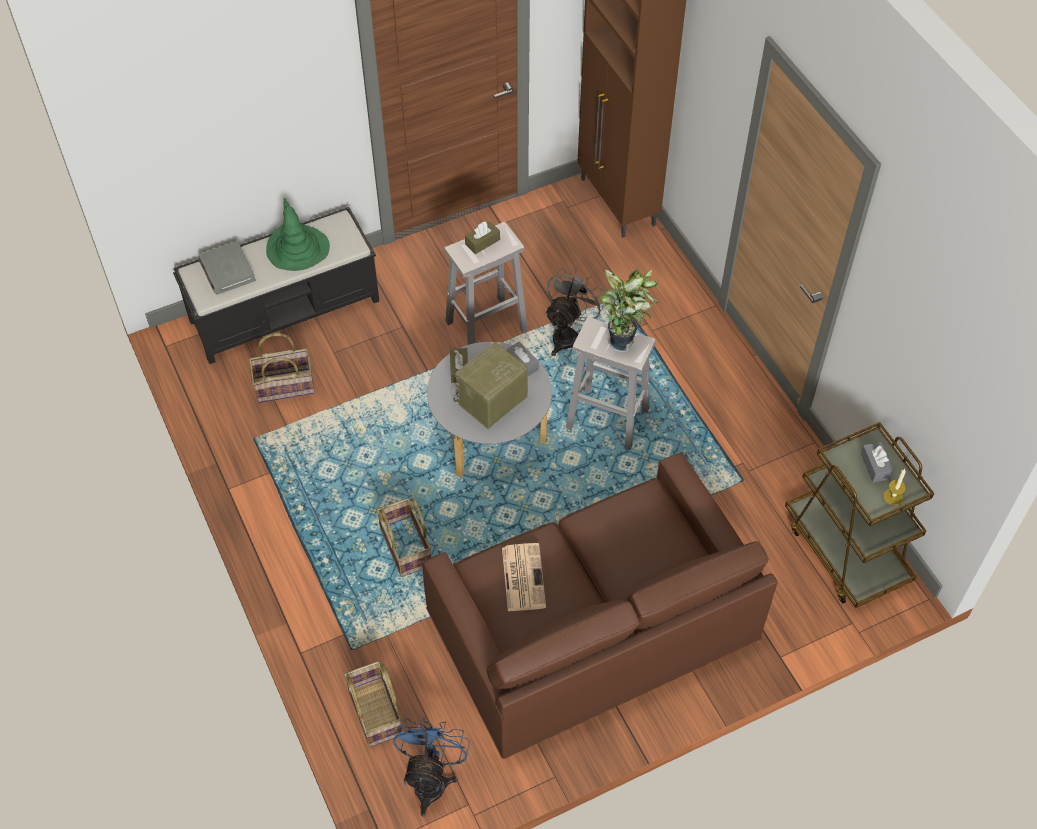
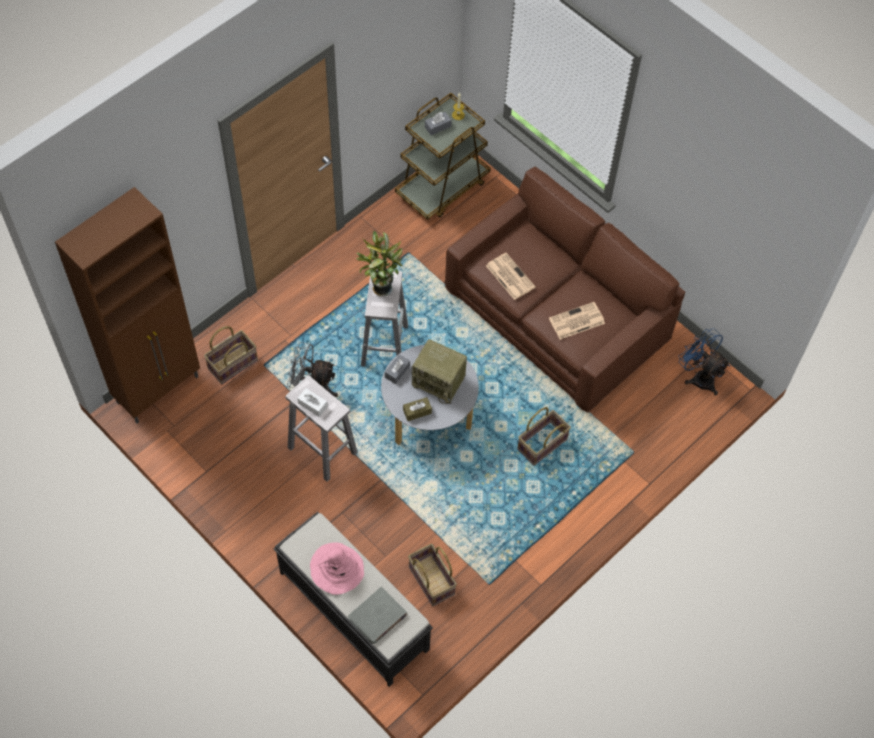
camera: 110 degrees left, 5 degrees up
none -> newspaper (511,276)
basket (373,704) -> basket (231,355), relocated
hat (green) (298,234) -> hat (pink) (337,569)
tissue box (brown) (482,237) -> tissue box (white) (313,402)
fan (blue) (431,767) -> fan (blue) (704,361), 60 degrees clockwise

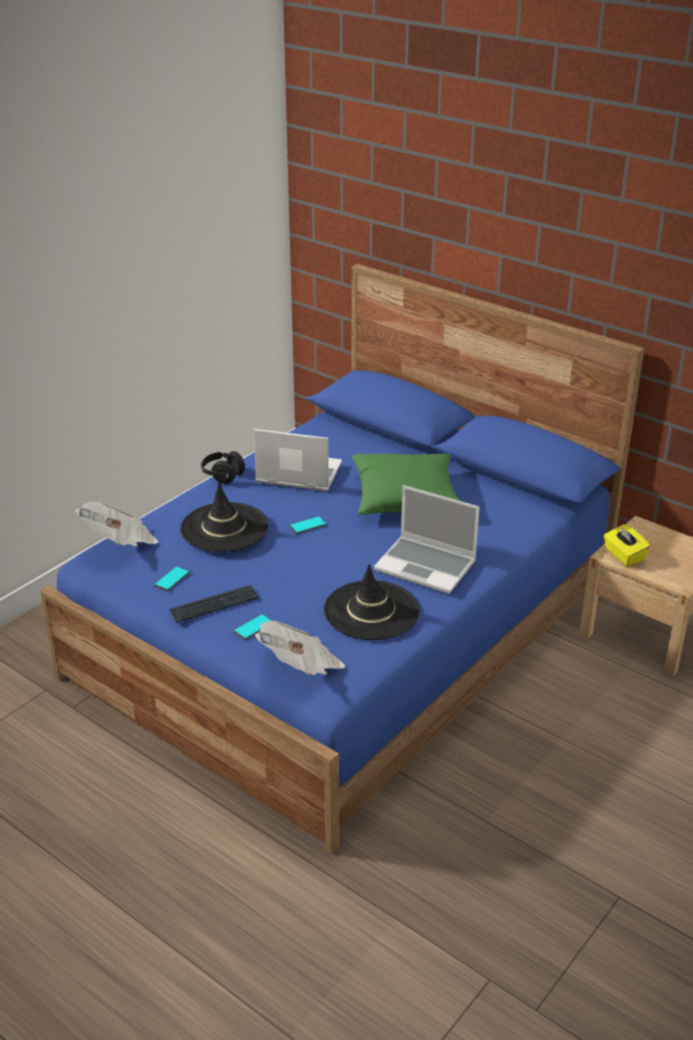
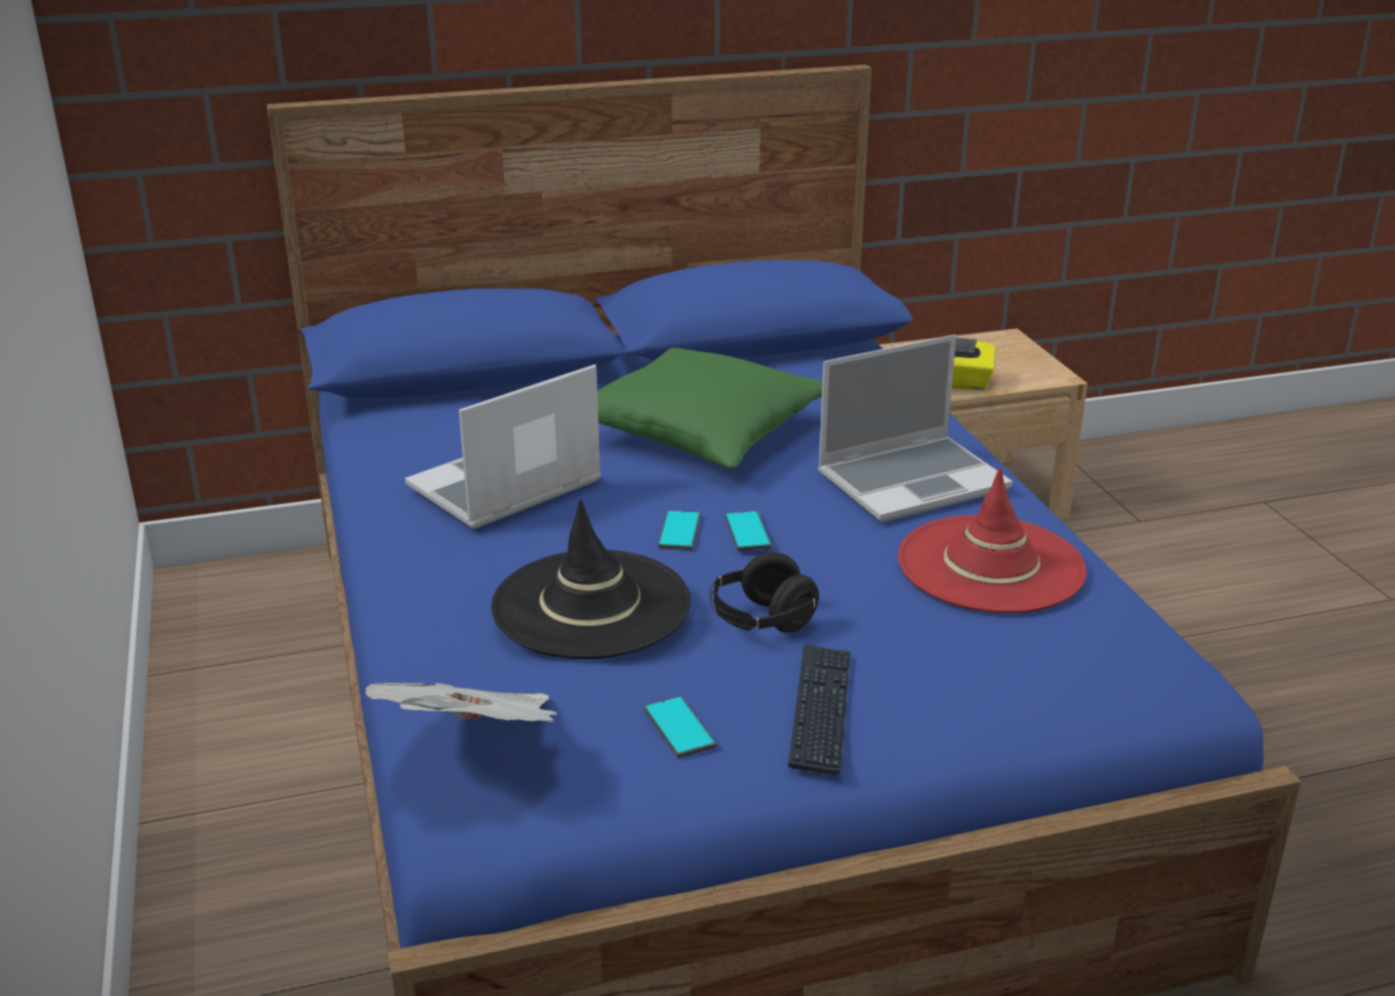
camera: 55 degrees left, 5 degrees down
newspaper (300,648) -> none
headphones (black) (223,467) -> headphones (black) (764,592), relocated
phone (252,627) -> phone (748,531), relocated
hat (black) (371,602) -> hat (red) (992,540)

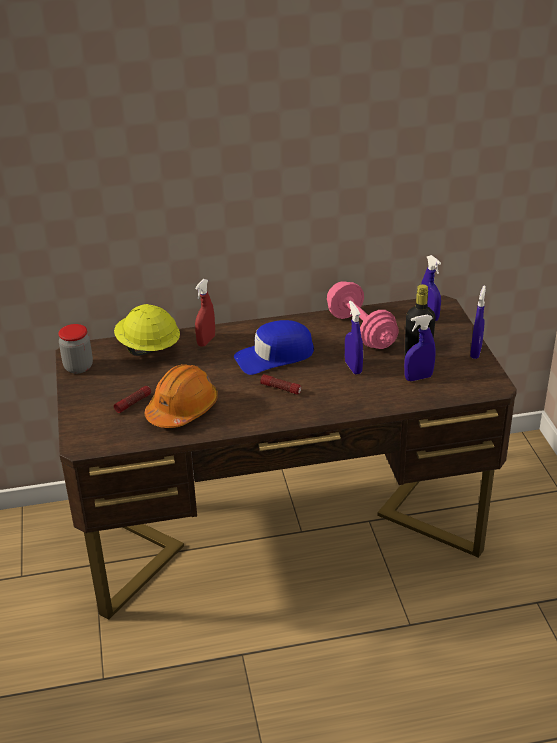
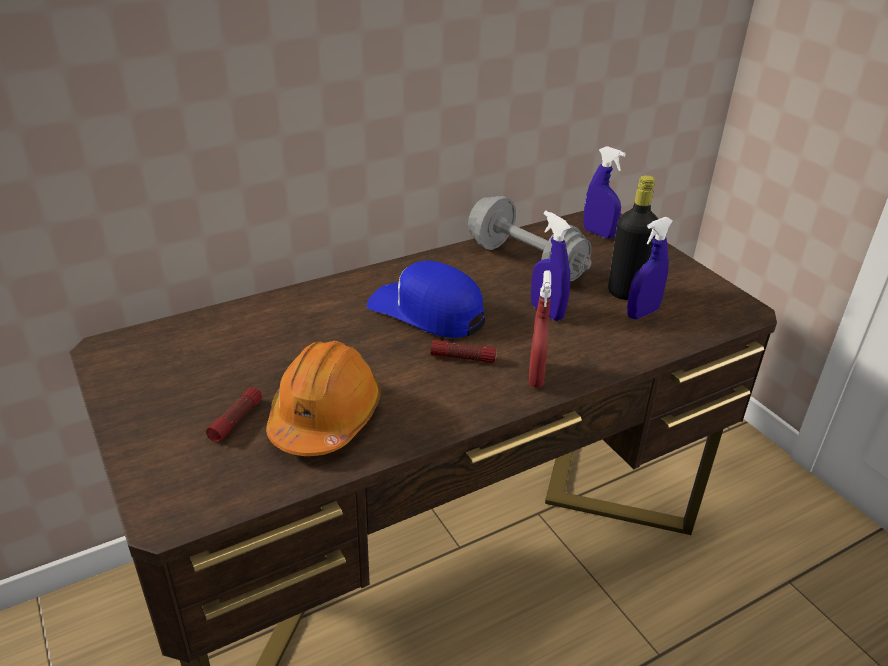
camera: 20 degrees left, 0 degrees up
jar (75,349) -> none
hard hat (yellow) (147,330) -> none
spray bottle (blue) (478,322) -> none
spray bottle (red) (205,313) -> spray bottle (red) (540,329), relocated
dumbbell (pink) (363,315) -> dumbbell (grey) (530,238)
cap (blue) (274,347) -> cap (blue) (426,299), 75 degrees clockwise

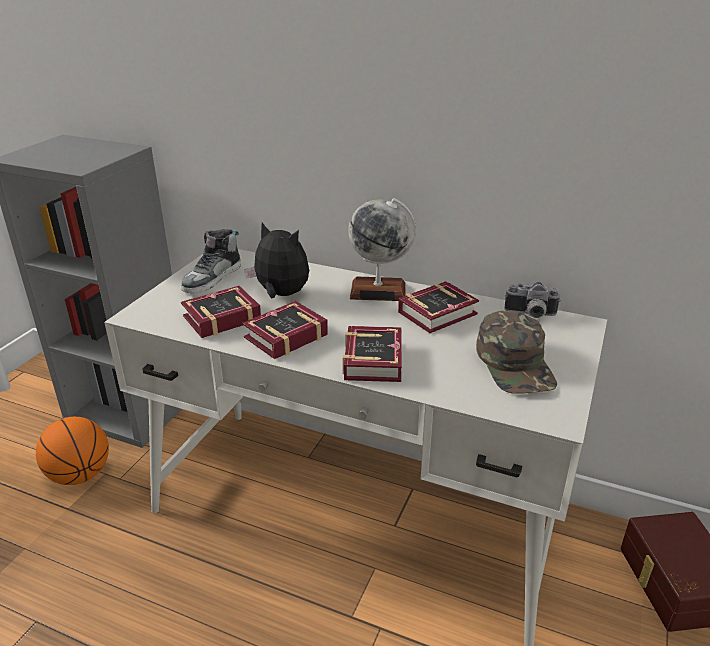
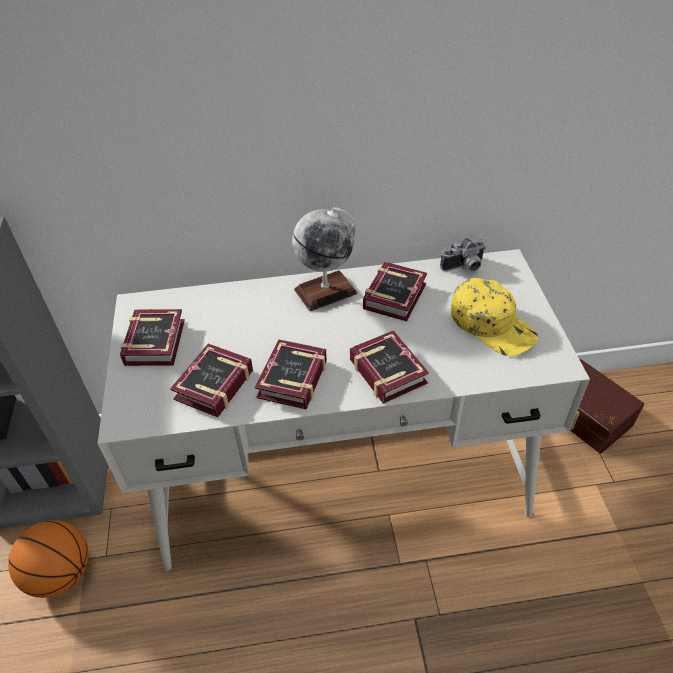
camera: 30 degrees left, 15 degrees up
plush toy (276,260) -> none
shoe (211,261) -> book (152,337)
cap (green) (516,352) -> cap (yellow) (495,317)

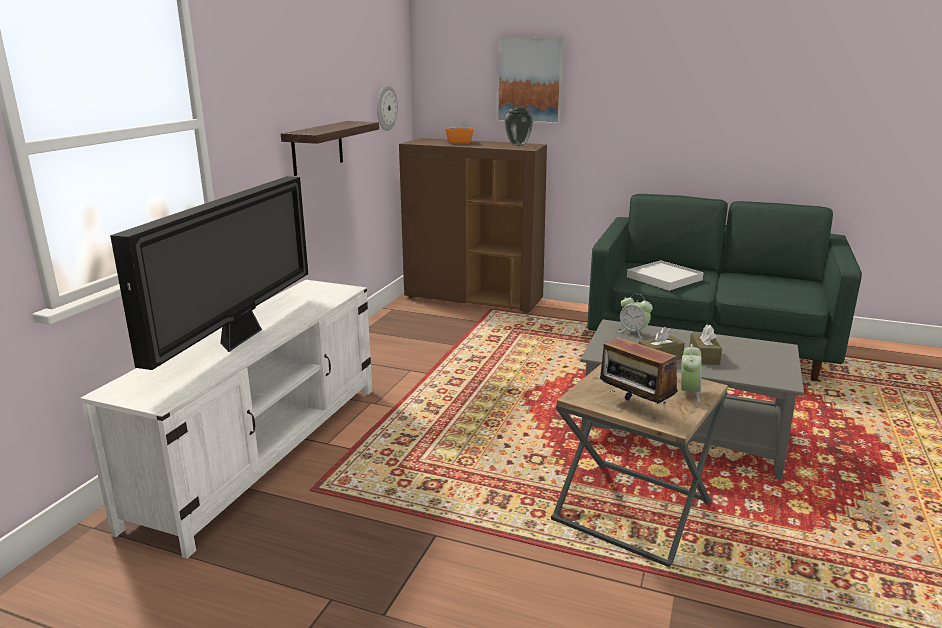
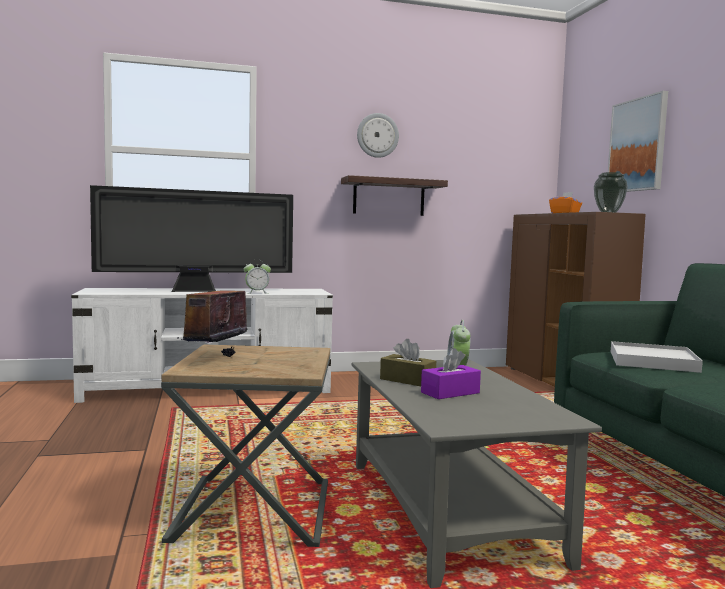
camera: 55 degrees right, 15 degrees down
wall clock (387,108) -> wall clock (378,135), relocated
alarm clock (691,373) -> alarm clock (257,277), relocated
tissue box (brown) (705,345) -> tissue box (purple) (451,373)

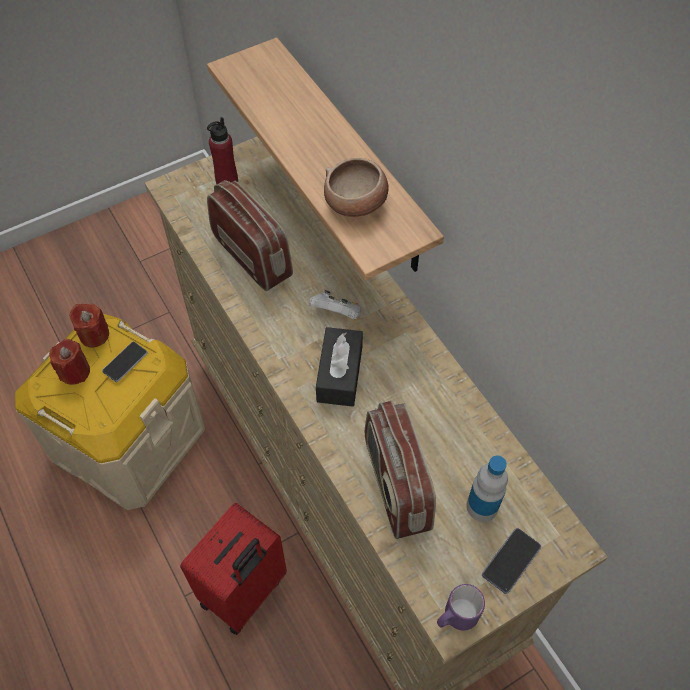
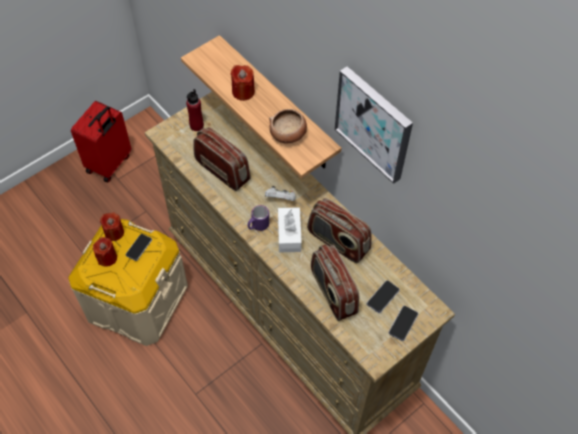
camera: 10 degrees left, 0 degrees up
none -> candle (red) (243,83)
none -> radio (339,230)
none -> picture (374,125)
suitcase (red) (233,569) -> suitcase (red) (101,141), relocated
mug (purple) (461,607) -> mug (purple) (258,218), relocated
bottle (487,489) -> phone (383,296)
tissue box (black) (339,367) -> tissue box (white) (290,229)

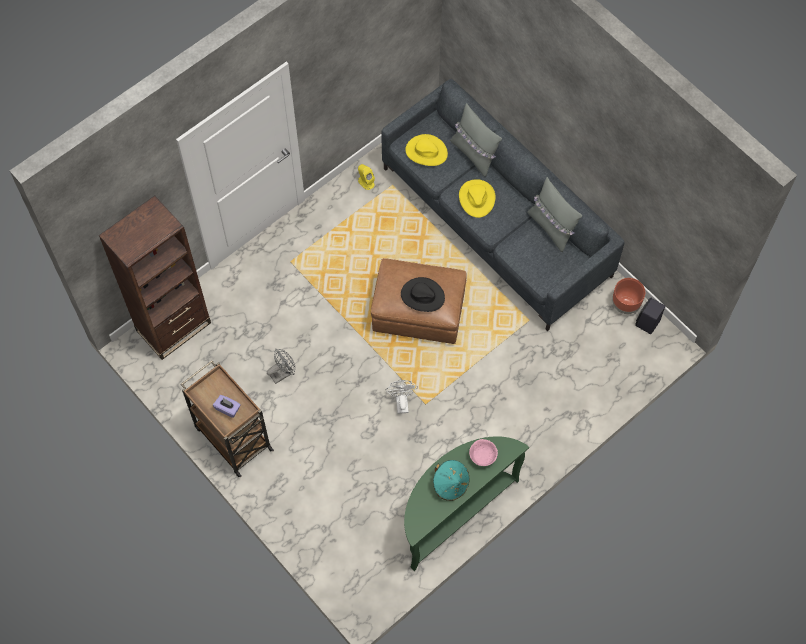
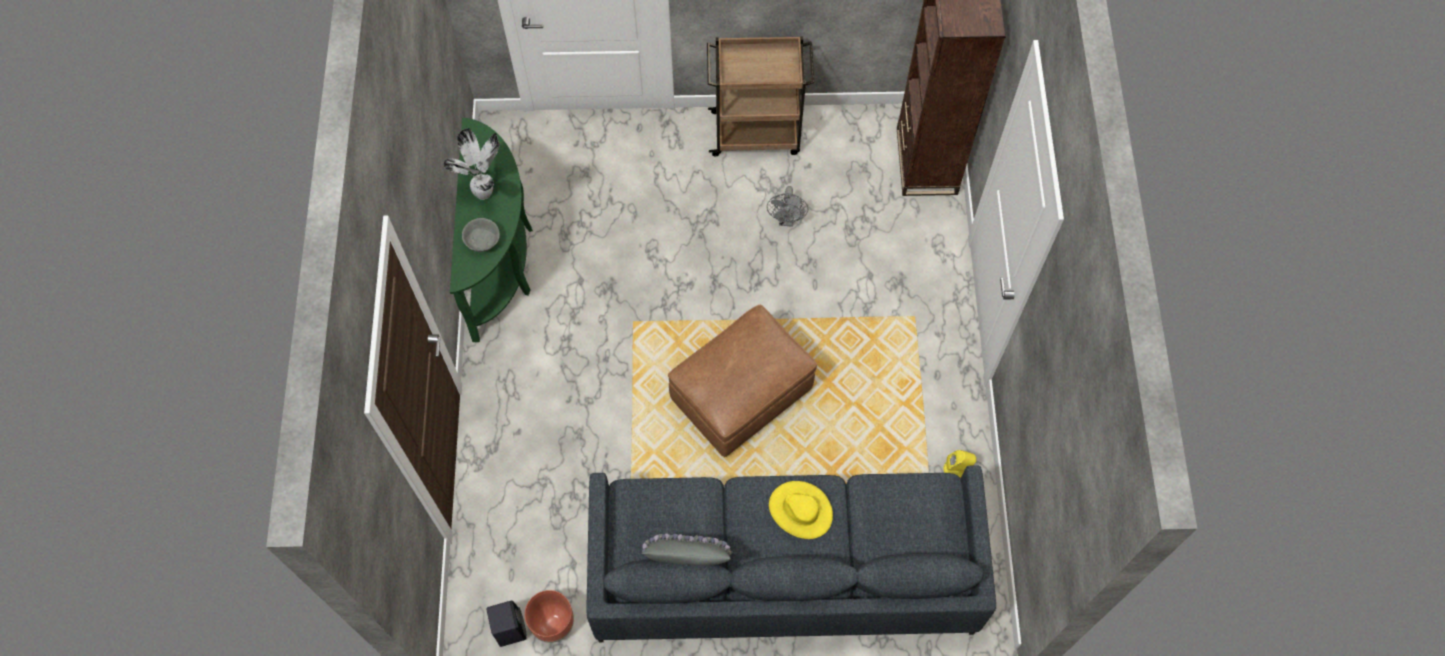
camera: 130 degrees right, 0 degrees up
tissue box (purple) (227,406) -> none
fan (white) (402,397) -> none
hat (black) (423,294) -> none
hat (yellow) (426,150) -> none
pillow (grey) (476,140) -> none
hat (turquoise) (451,480) -> potted plant (472,164)
bowl (pink) (483,452) -> bowl (grey) (481,235)

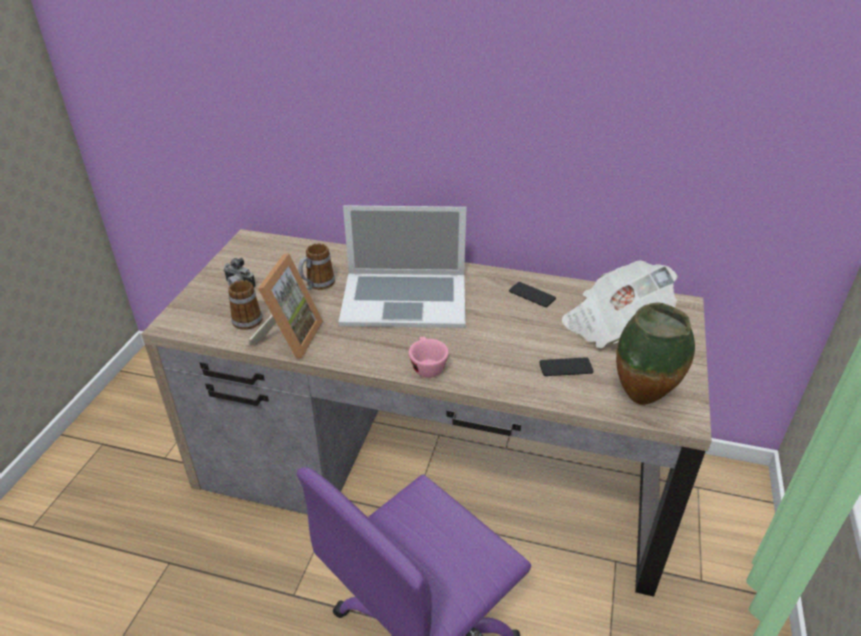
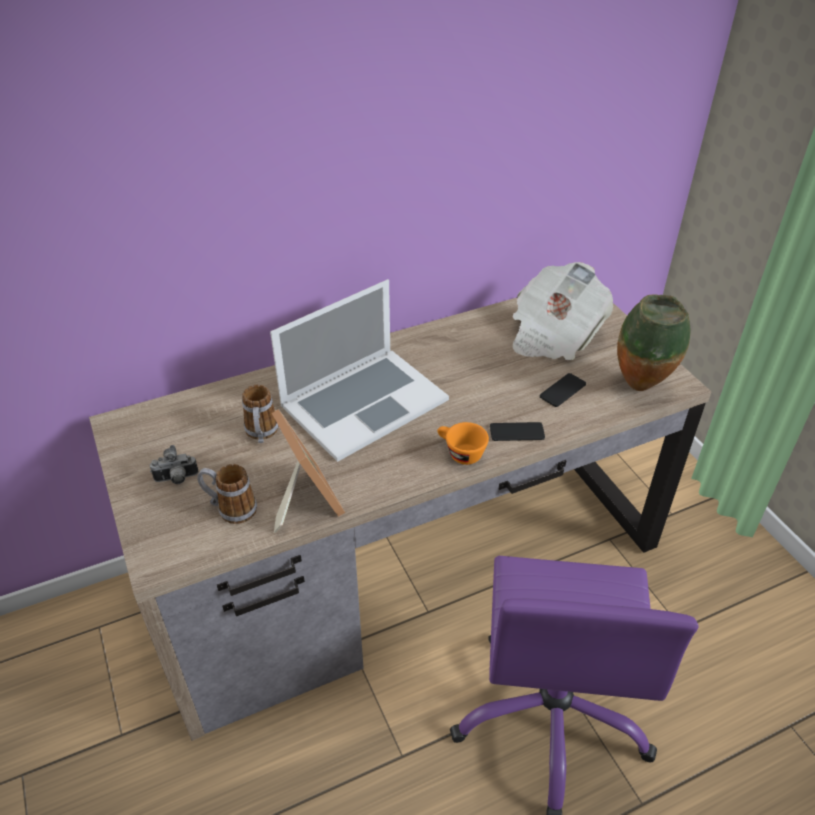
camera: 40 degrees left, 5 degrees up
phone (532,294) -> phone (517,431), relocated
cup (pink) (429,357) -> cup (orange) (463,443)

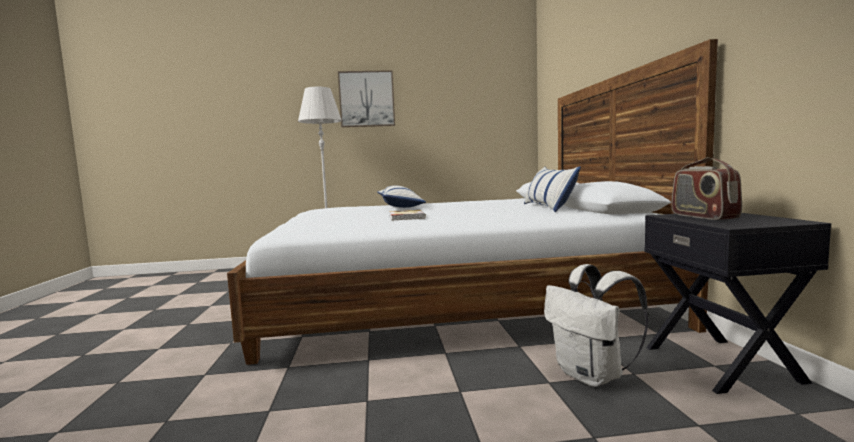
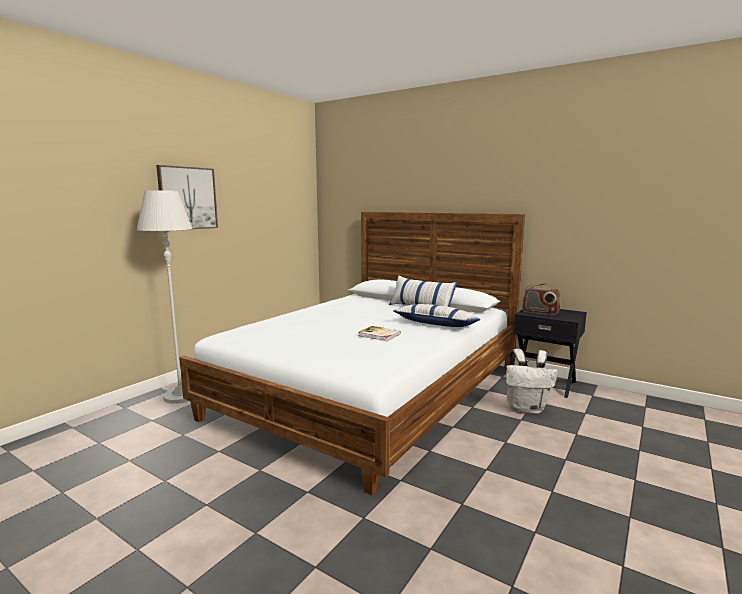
camera: 50 degrees left, 5 degrees up
pillow (401,196) -> pillow (437,315), relocated

